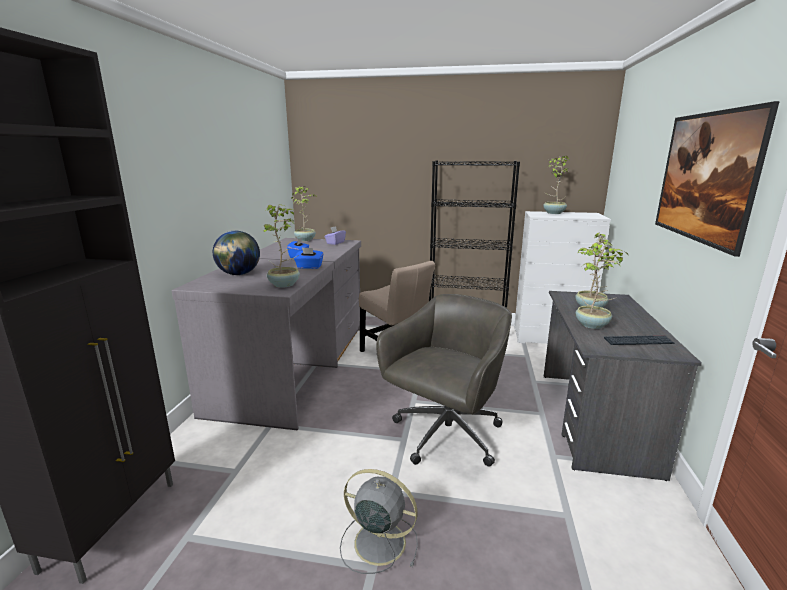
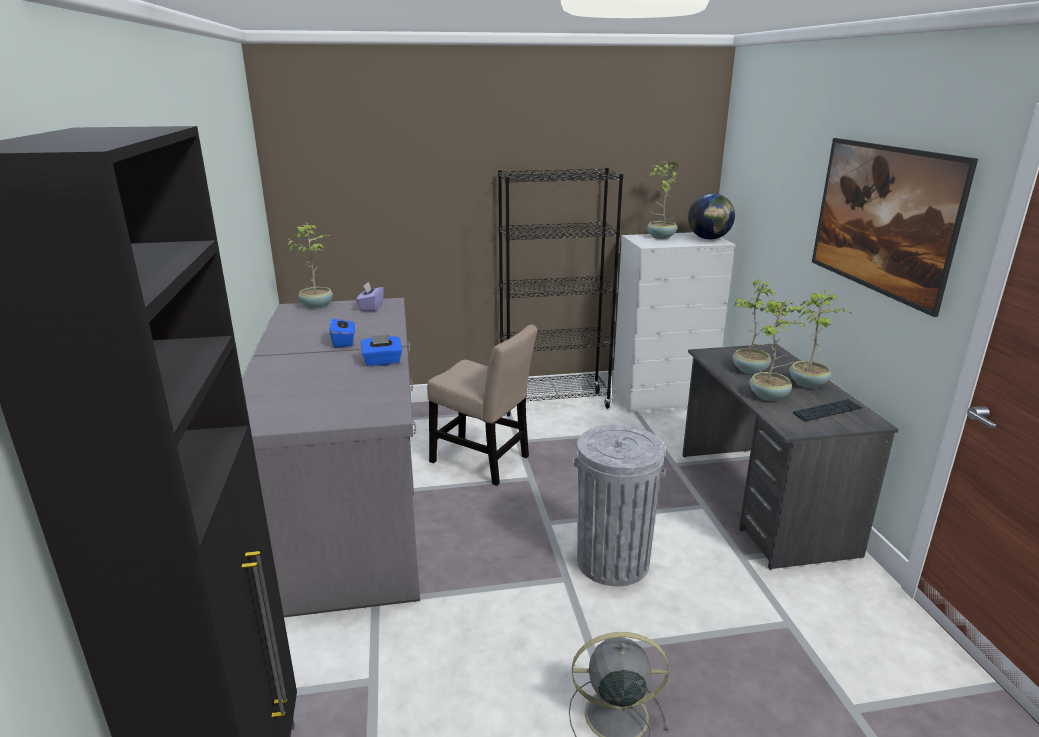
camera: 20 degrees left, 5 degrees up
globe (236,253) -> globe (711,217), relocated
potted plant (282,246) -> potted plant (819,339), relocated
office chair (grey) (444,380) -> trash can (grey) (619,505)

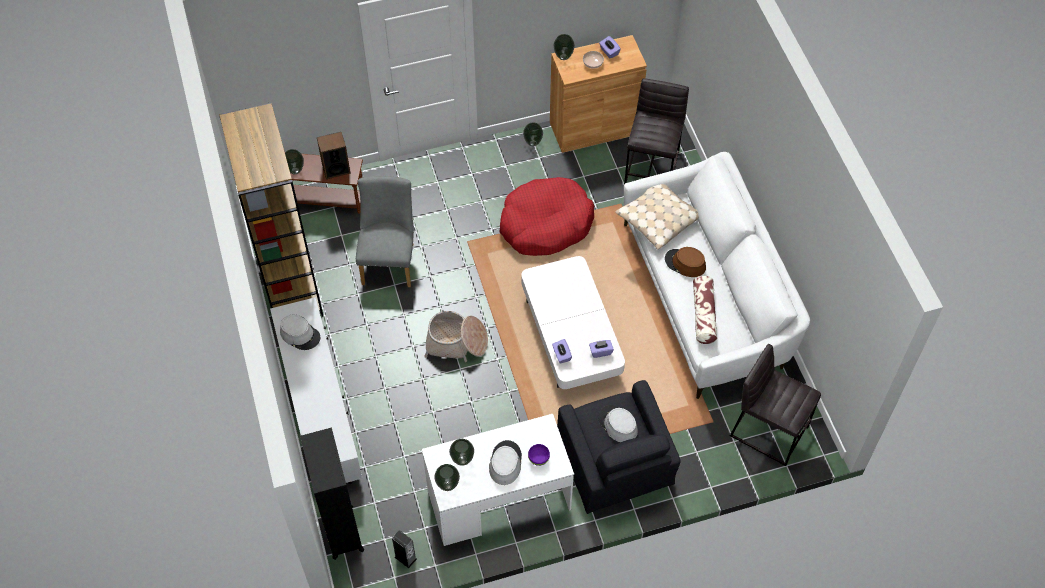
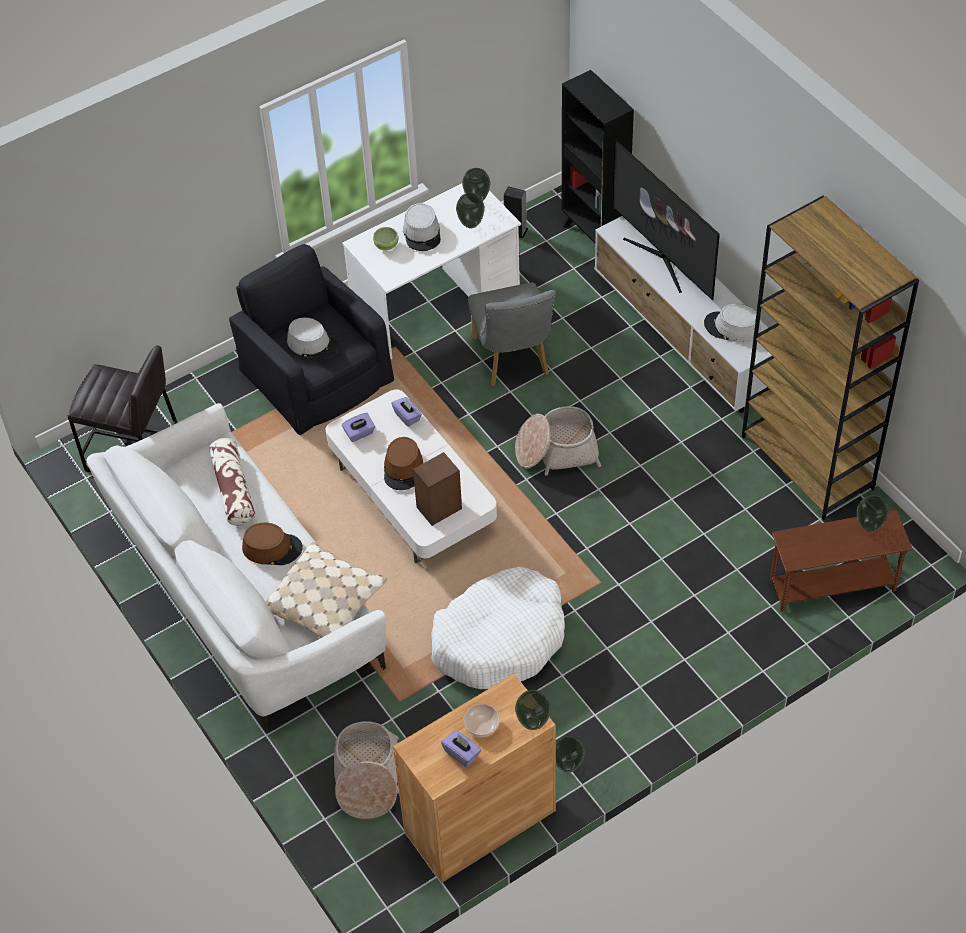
camera: 165 degrees right, 5 degrees down
none -> hat (brown) (403,463)
none -> television (666,220)
speaker (334,155) -> speaker (437,489), relocated
chair (grey) (385,231) -> chair (grey) (512,334), relocated
stool (grey) (656,131) -> basket (366,770)
dog bed (red) (546,216) -> dog bed (white) (498,627)
bowl (purple) (539,455) -> bowl (green) (386,238)

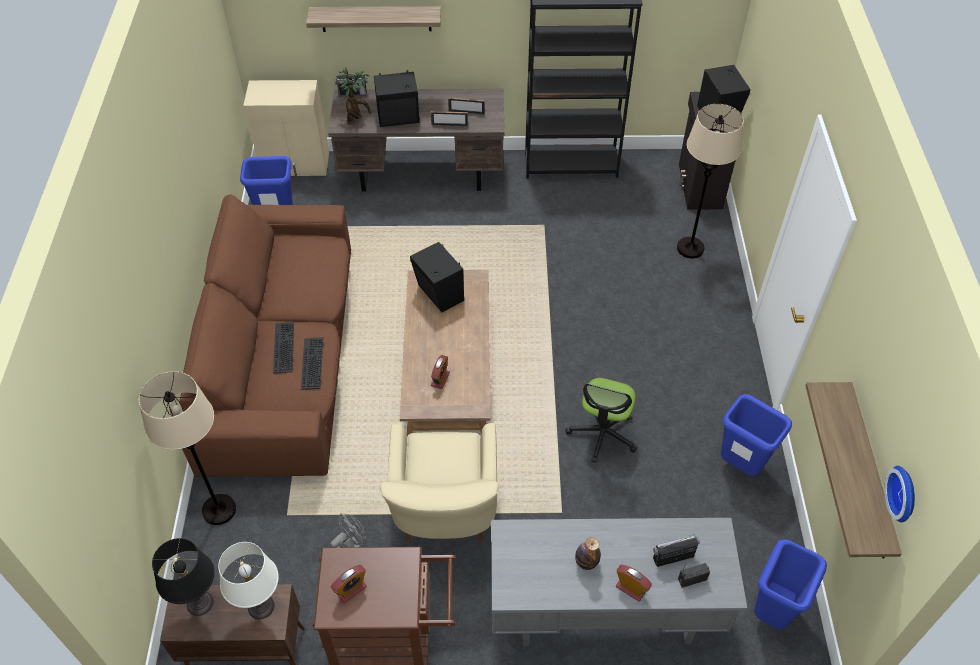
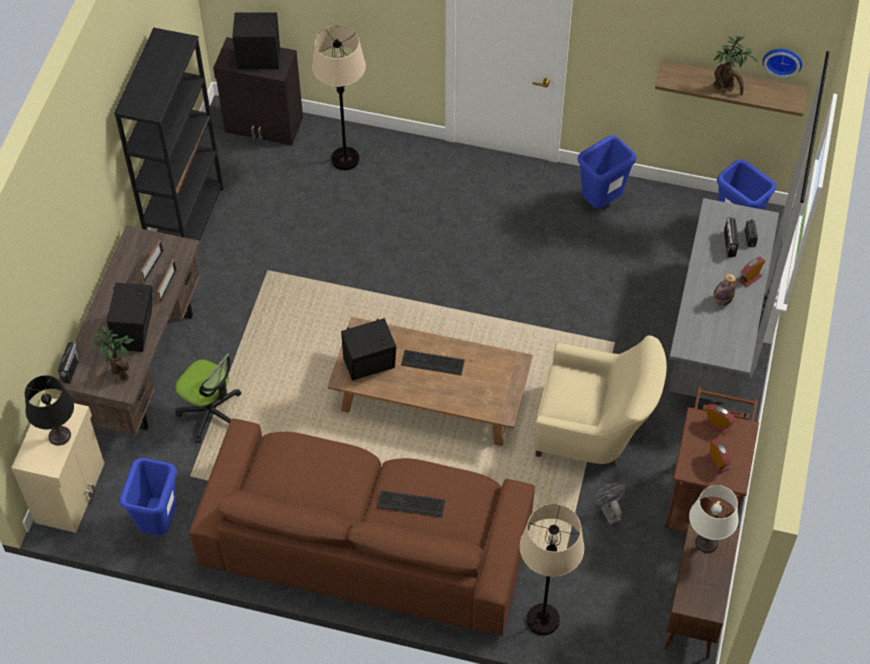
camera: 75 degrees left, 5 degrees up
shelf (373,19) -> none
none -> potted plant (735,65)
table lamp (black) (183,577) -> table lamp (black) (49,410), relocated
keyboard (312,363) -> keyboard (433,362), relocated
alarm clock (440,372) -> alarm clock (720,419), relocated
office chair (601,420) -> office chair (208,398), relocated

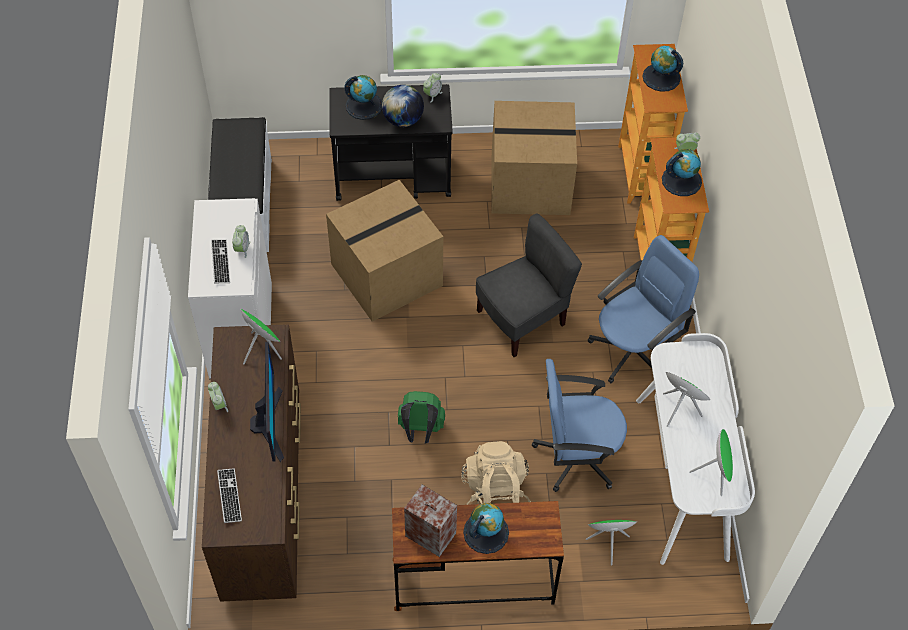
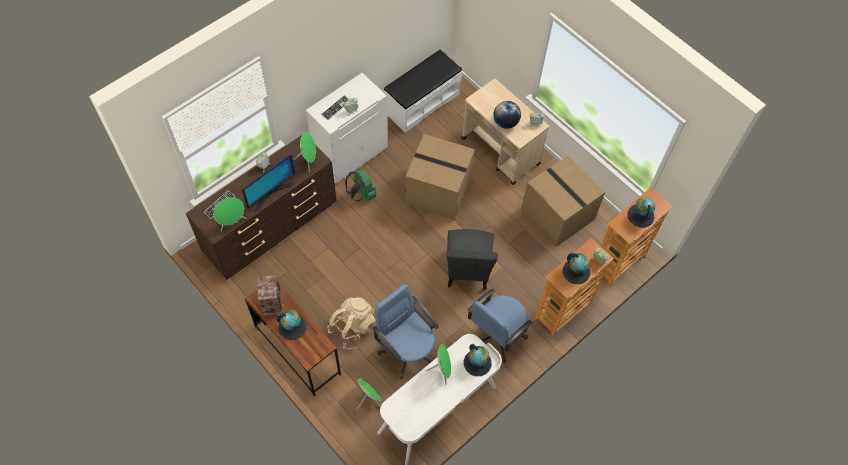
camera: 50 degrees right, 5 degrees up
globe (363,97) -> globe (478,360), relocated
backpack (green) (421,417) -> backpack (green) (360,185), relocated
speaker (green) (711,462) -> speaker (green) (230,214), relocated
cart (black) (391,142) -> cart (beige) (505,132)
chair (grey) (529,285) -> chair (grey) (472,259), 75 degrees clockwise
office chair (blue) (643,309) -> office chair (blue) (500,326), 120 degrees clockwise

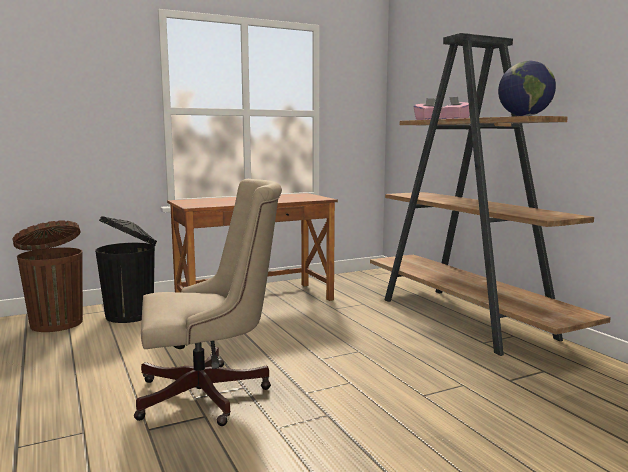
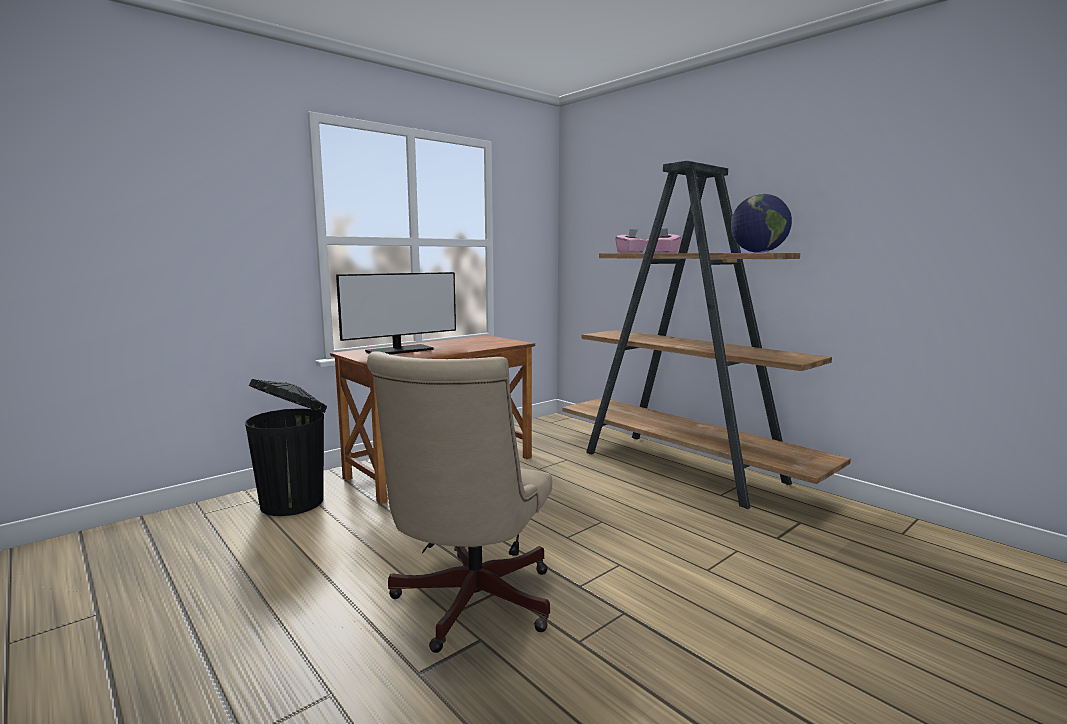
camera: 15 degrees left, 0 degrees up
trash can (brown) (48,276) -> none
none -> monitor (396,313)
office chair (beige) (208,302) -> office chair (beige) (459,502), 135 degrees clockwise

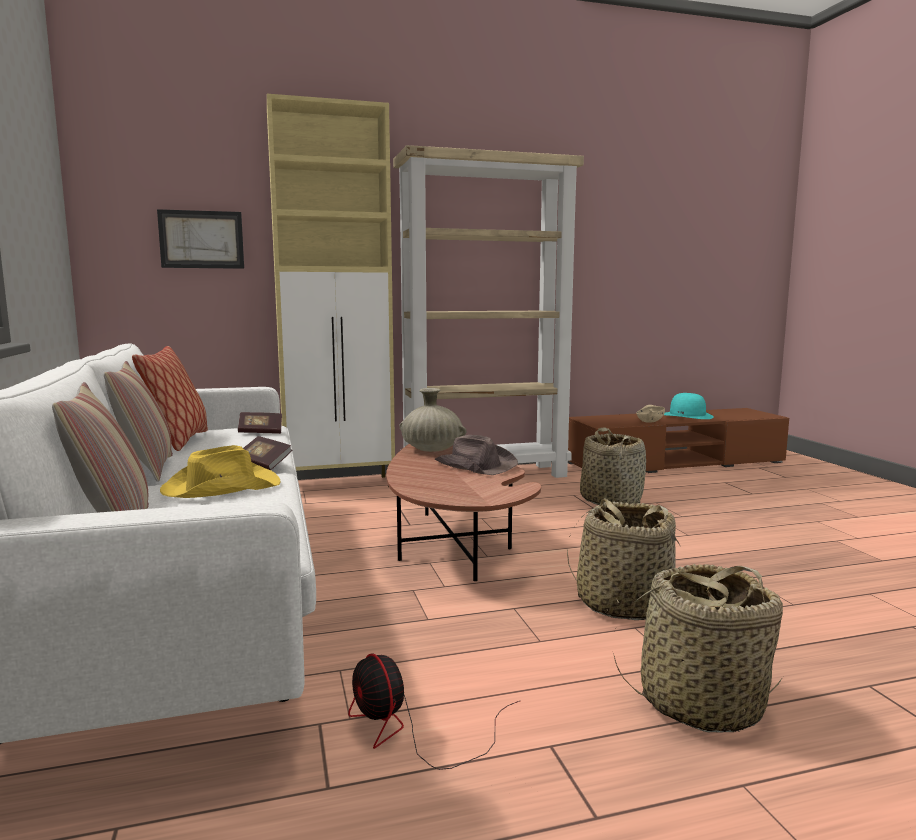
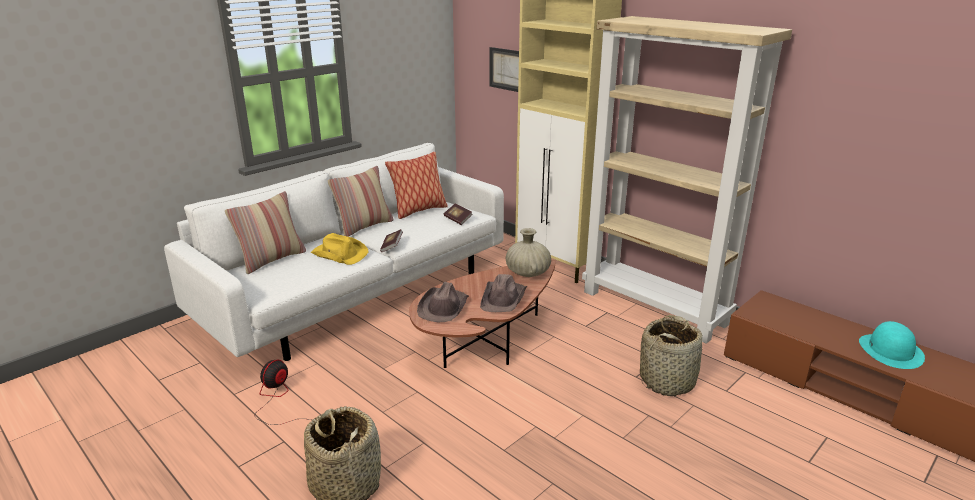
camera: 60 degrees right, 15 degrees up
basket (624,559) -> none
bowl (beige) (650,414) -> none
none -> hat (brown) (443,302)

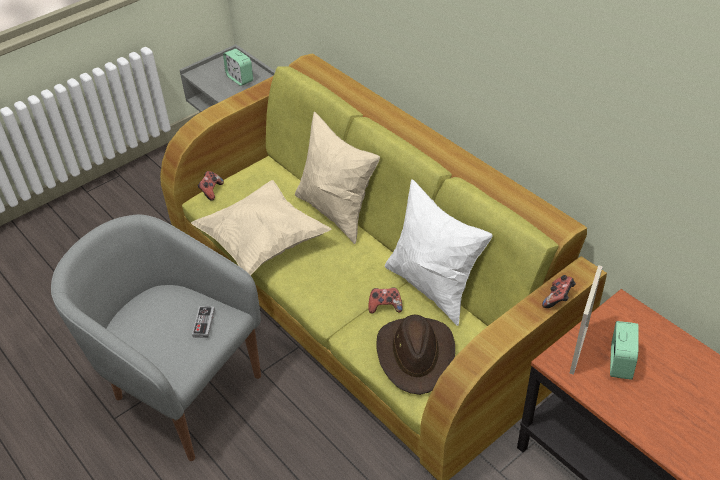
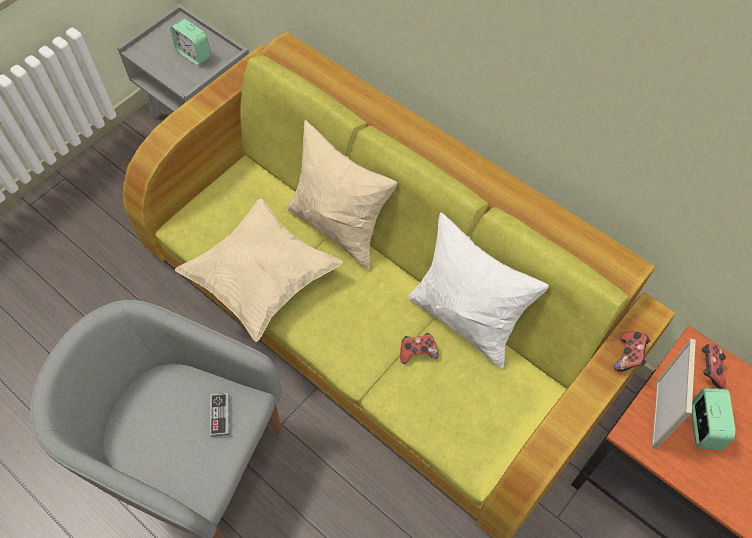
camera: 10 degrees left, 15 degrees up
hat (brown) (415,355) -> none
game controller (210,186) -> game controller (714,366), relocated

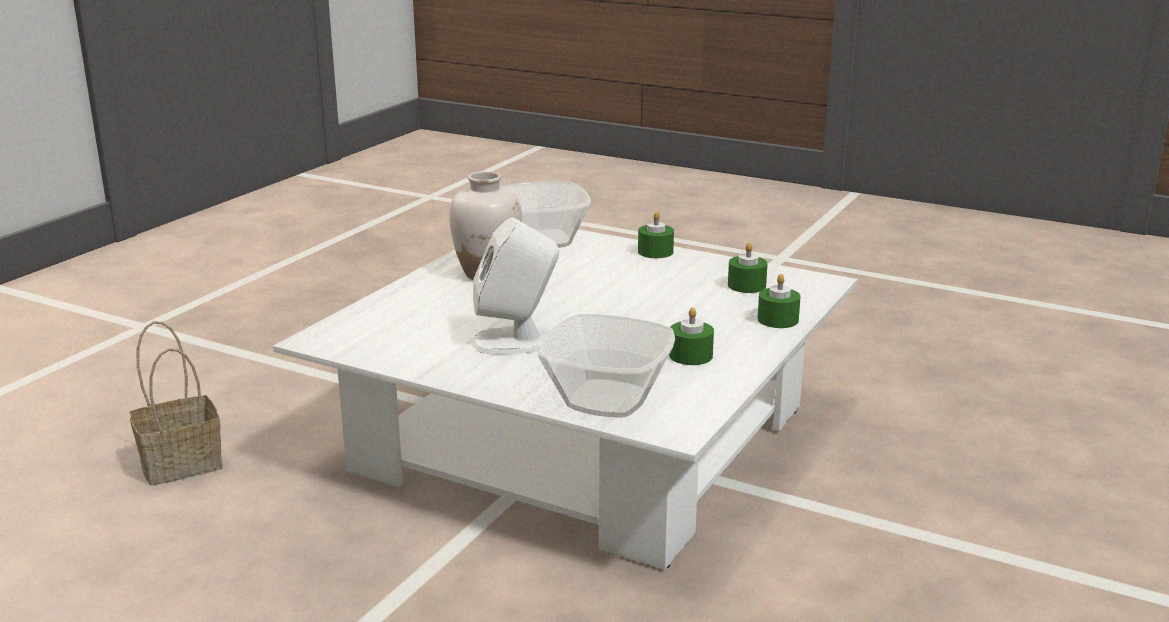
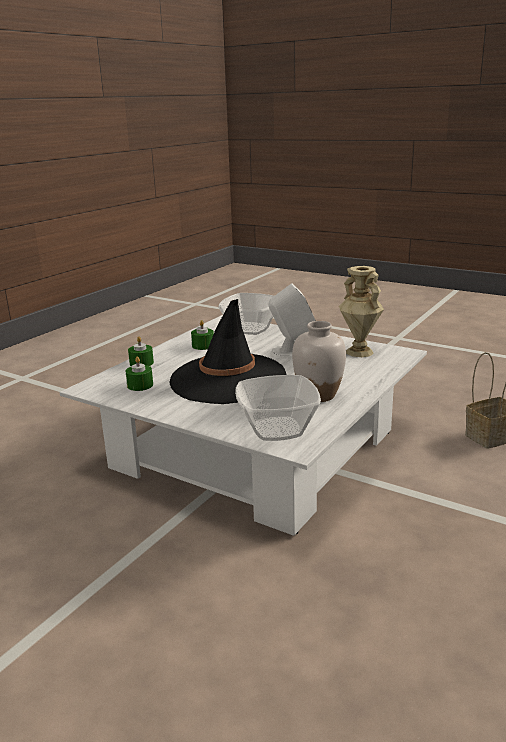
camera: 175 degrees left, 0 degrees up
candle (green) (656,234) -> none
none -> hat (black) (228,351)
none -> vase (beige) (361,311)

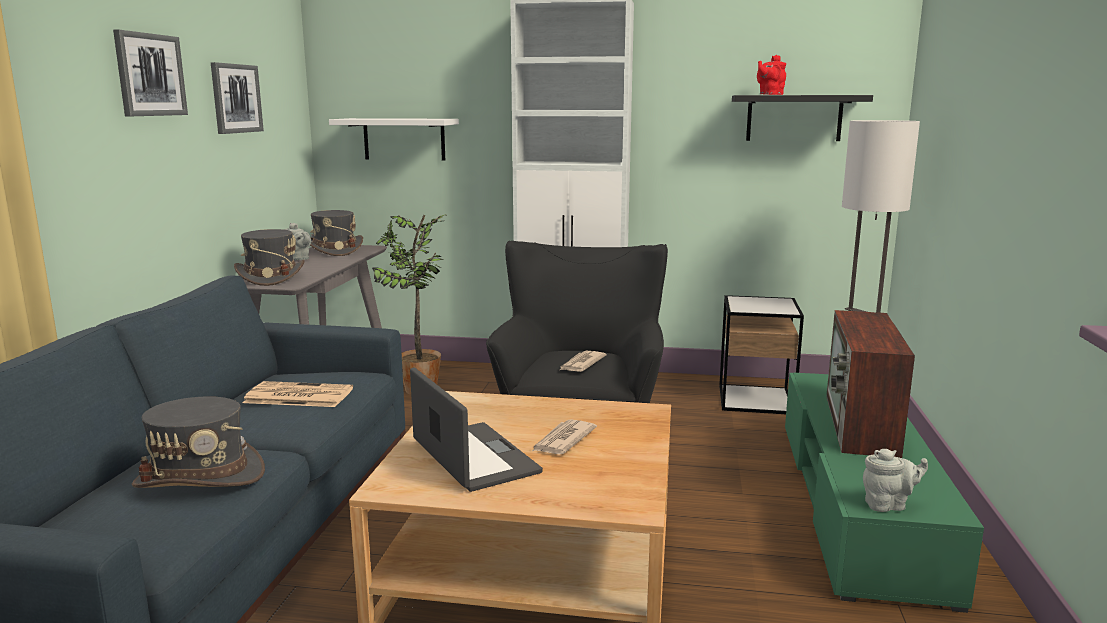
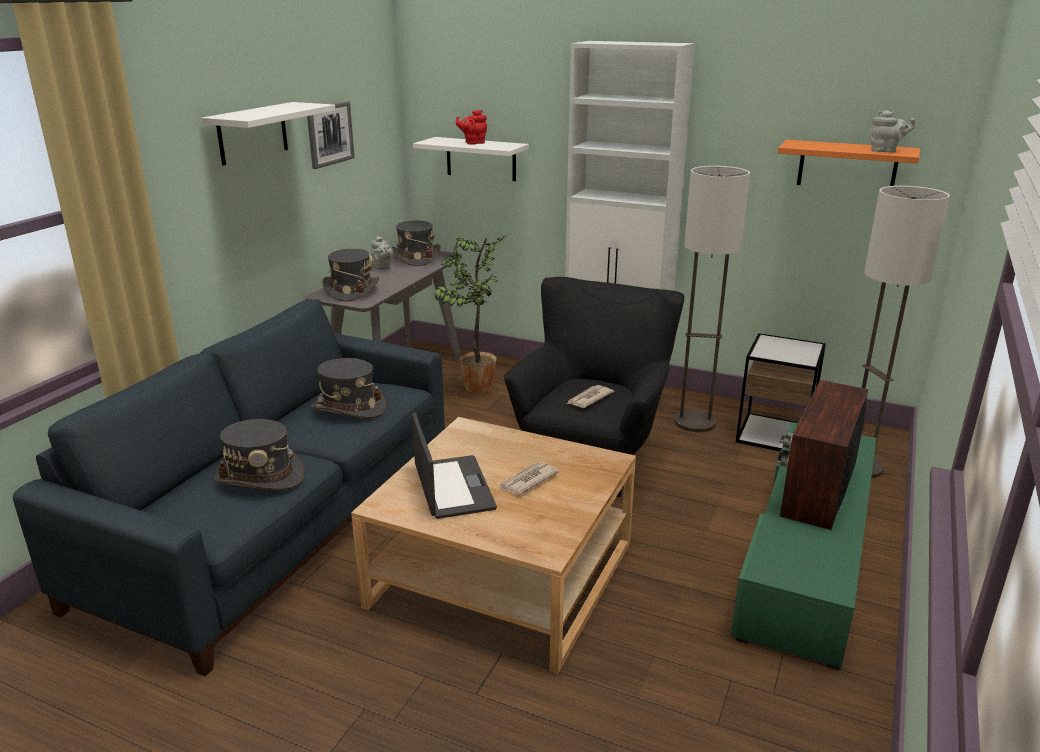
camera: 15 degrees right, 10 degrees up
none -> floor lamp (712,299)
teapot (red) (771,75) -> teapot (red) (471,127), relocated
teapot (grey) (895,480) -> teapot (grey) (892,131), relocated
picture (150,73) -> shelf (white) (268,134)
newspaper (298,394) -> hat (grey) (348,388)
shelf (black) (802,118) -> shelf (orange) (849,163)

